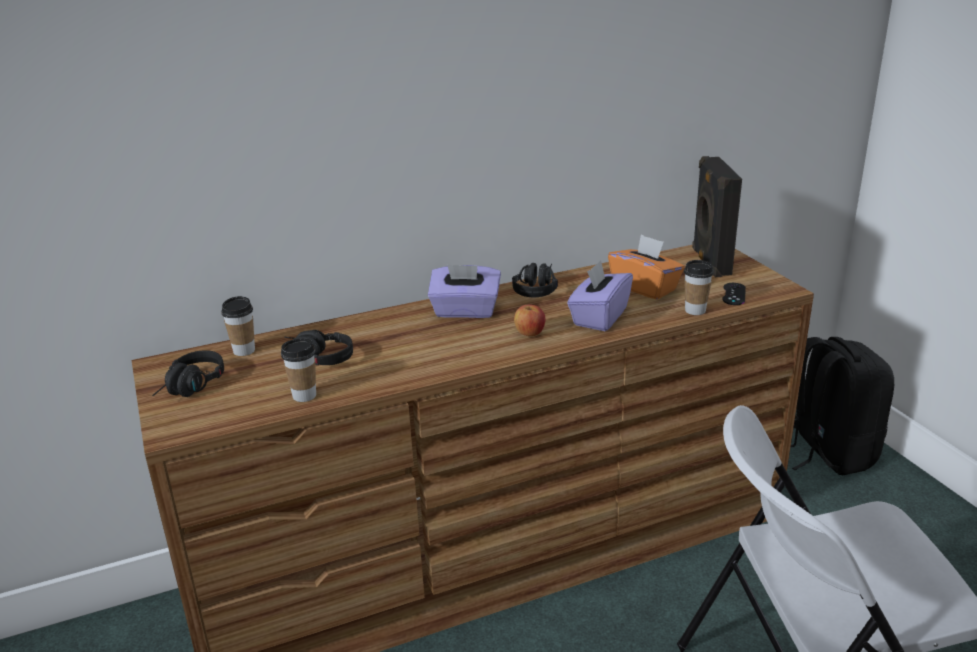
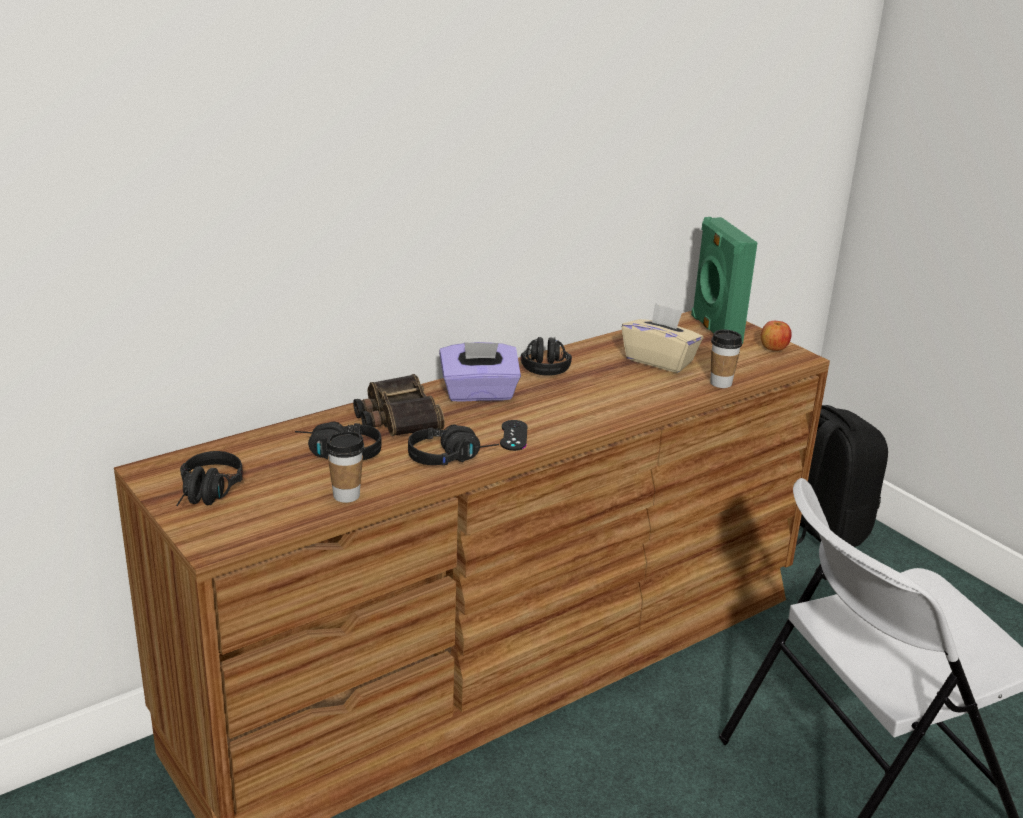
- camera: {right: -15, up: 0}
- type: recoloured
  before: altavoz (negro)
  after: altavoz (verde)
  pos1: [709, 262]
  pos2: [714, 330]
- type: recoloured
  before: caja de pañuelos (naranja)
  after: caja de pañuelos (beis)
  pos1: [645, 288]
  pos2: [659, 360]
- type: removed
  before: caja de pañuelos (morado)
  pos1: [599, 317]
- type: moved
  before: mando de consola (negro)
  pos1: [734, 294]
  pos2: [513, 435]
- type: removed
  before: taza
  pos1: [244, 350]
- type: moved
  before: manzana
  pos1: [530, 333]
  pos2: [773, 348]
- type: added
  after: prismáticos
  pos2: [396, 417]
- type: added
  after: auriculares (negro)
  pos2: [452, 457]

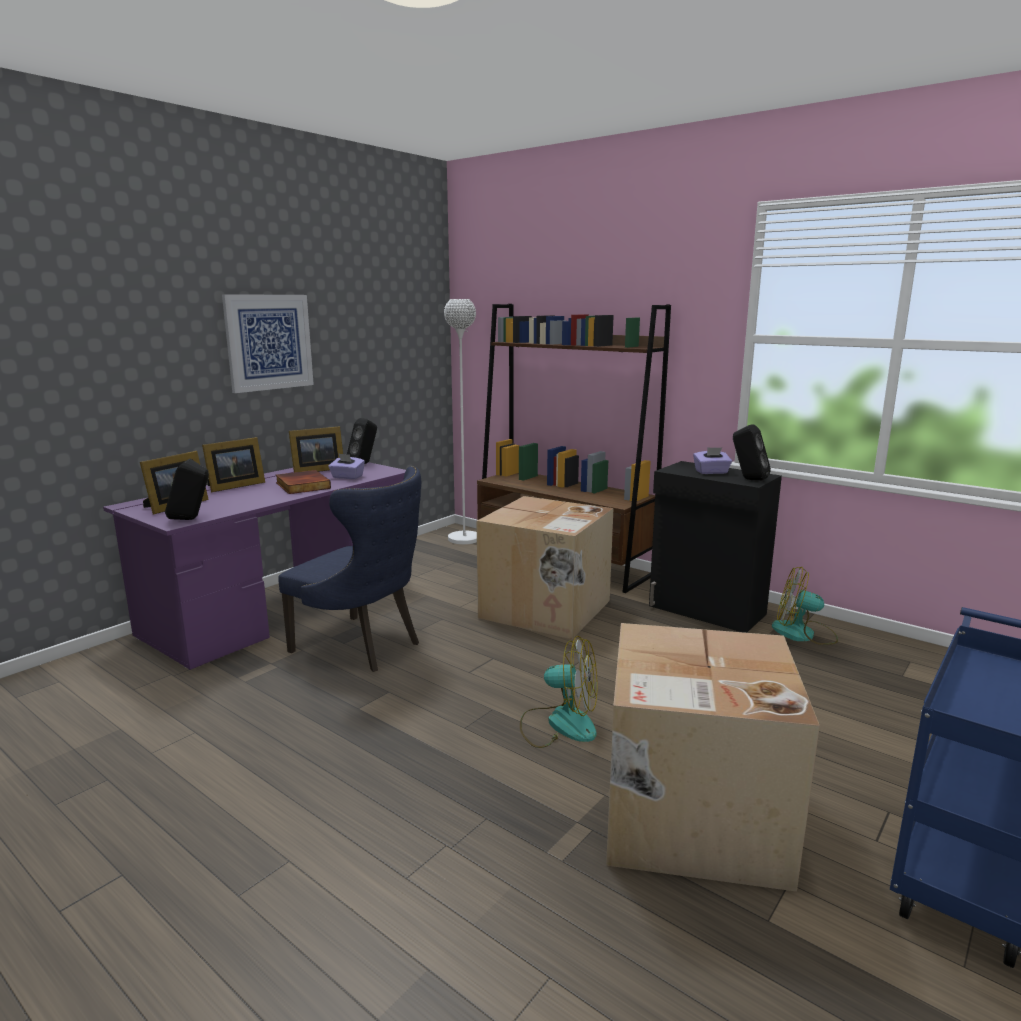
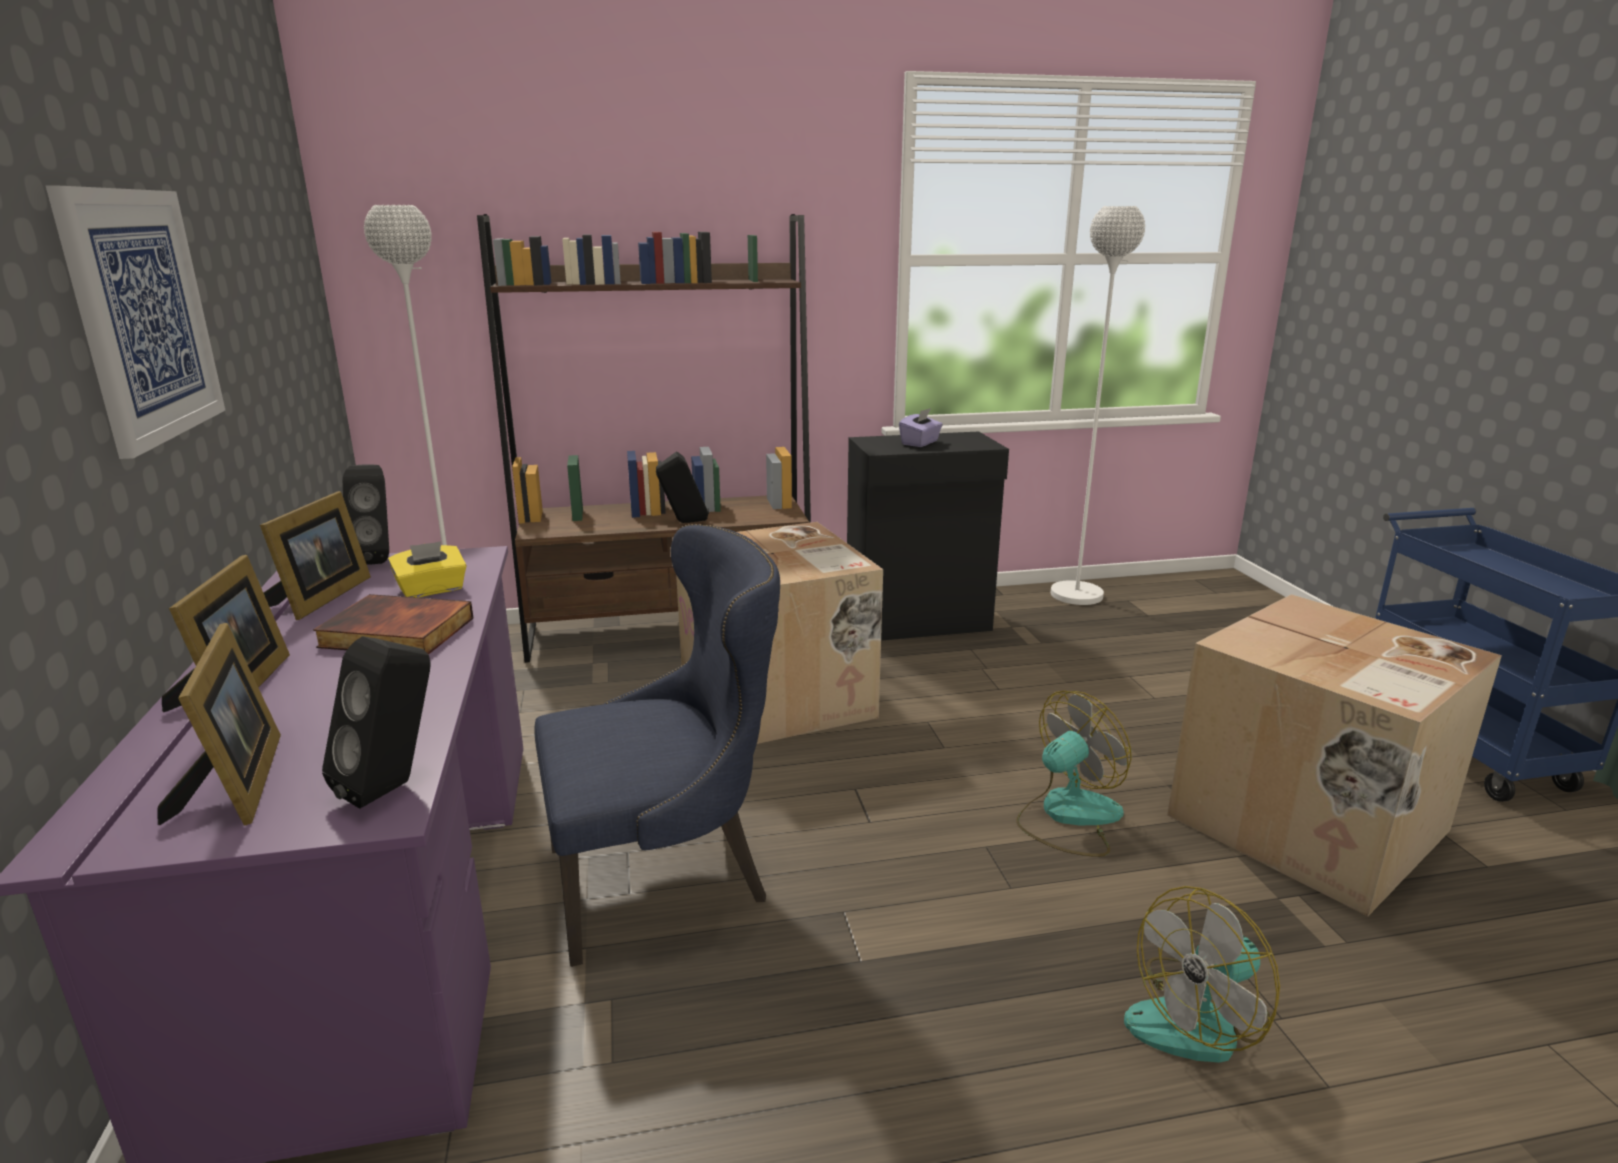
- camera: {right: -50, up: 5}
- type: moved
  before: altavoz (negro)
  pos1: [748, 479]
  pos2: [684, 522]
- type: recoloured
  before: caja de pañuelos (morado)
  after: caja de pañuelos (amarillo)
  pos1: [347, 477]
  pos2: [431, 590]
- type: moved
  before: ventilador
  pos1: [803, 634]
  pos2: [1199, 1021]
- type: added
  after: lámpara de pie (blanco)
  pos2: [1077, 595]

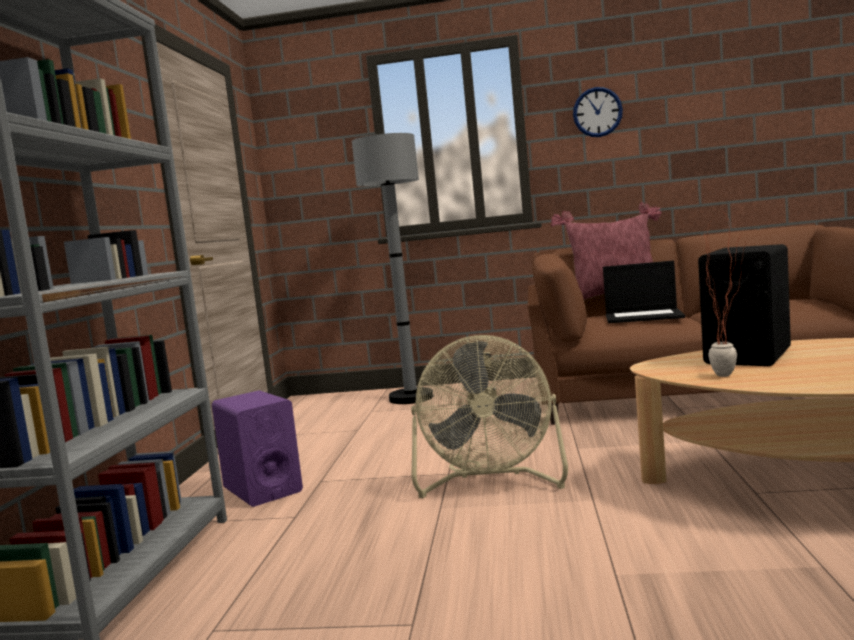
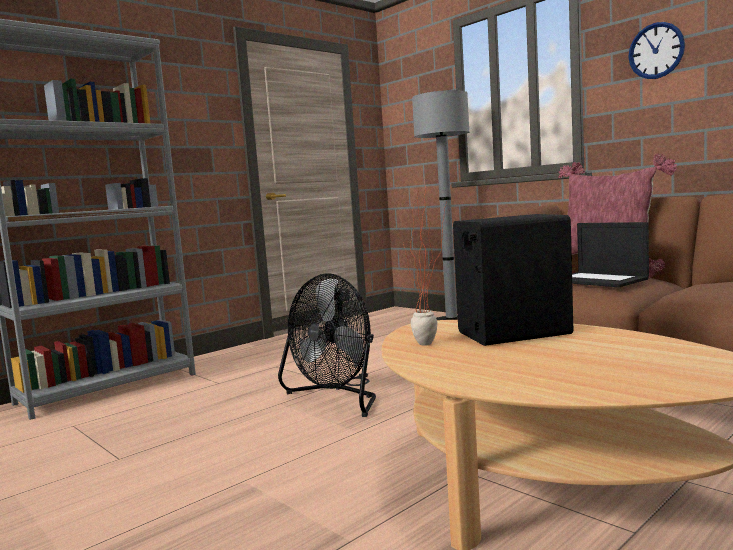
- camera: {right: 40, up: 0}
- type: recoloured
  before: ventilador (beis)
  after: ventilador (negro)
  pos1: [485, 482]
  pos2: [338, 396]
- type: removed
  before: altavoz (morado)
  pos1: [262, 489]

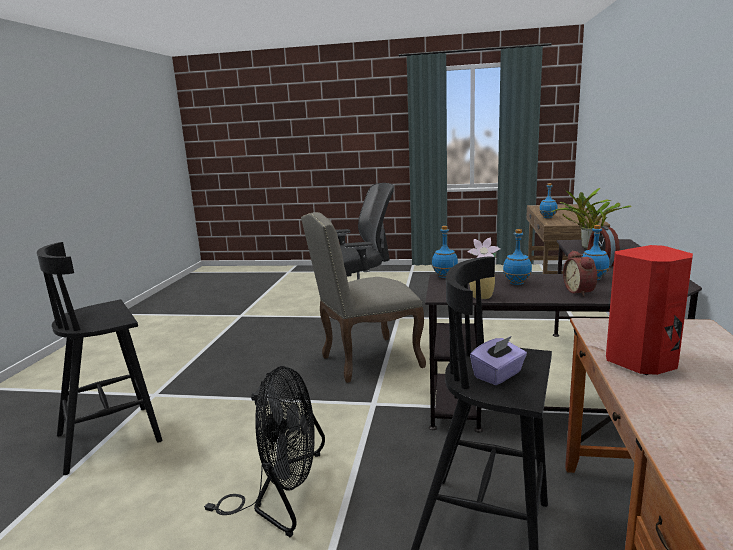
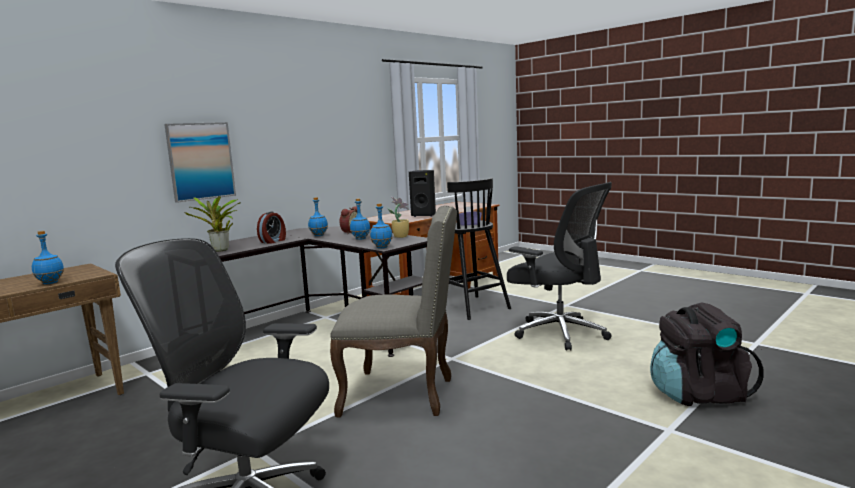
- camera: {right: -145, up: -5}
- type: replaced
  before: taburete (negro)
  after: mochila (negro)
  pos1: [113, 436]
  pos2: [698, 394]
- type: recoloured
  before: altavoz (rojo)
  after: altavoz (negro)
  pos1: [643, 363]
  pos2: [424, 215]
- type: replaced
  before: ventilador (negro)
  after: silla de oficina
  pos1: [280, 493]
  pos2: [558, 333]
- type: added
  after: cuadro
  pos2: [200, 161]

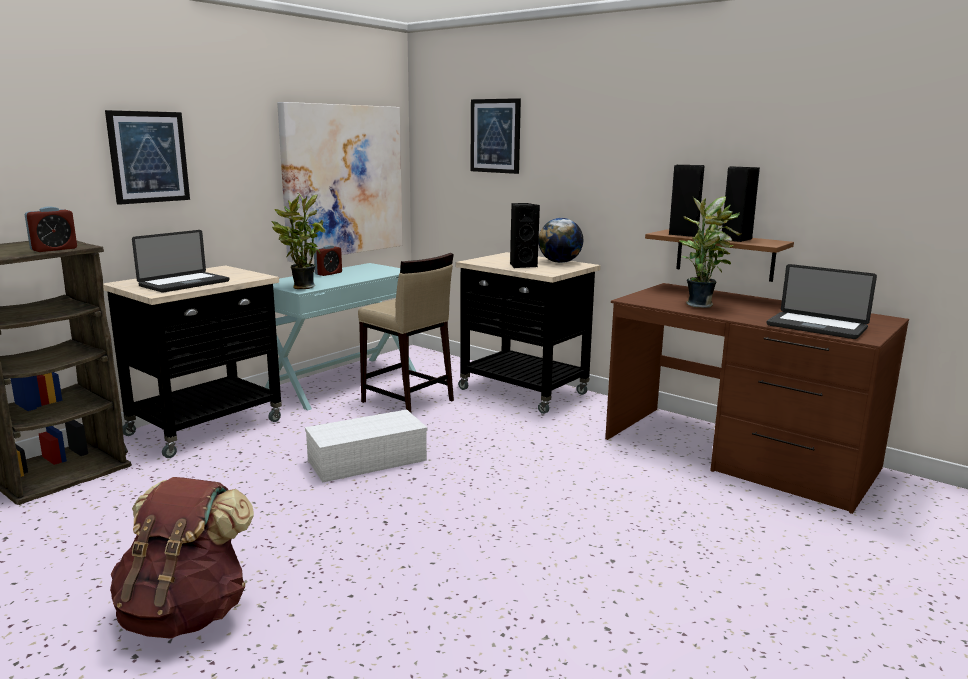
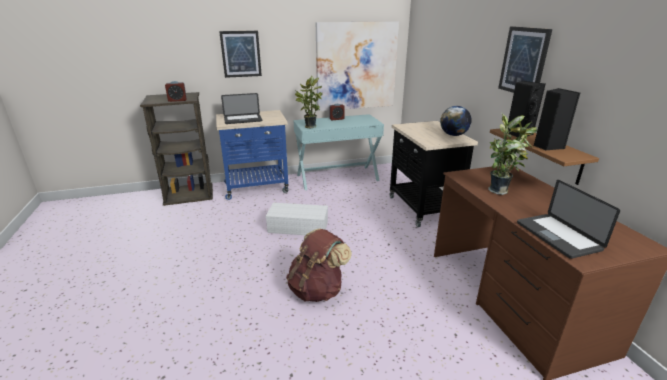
- camera: {right: 35, up: 10}
- type: moved
  before: cuadro
  pos1: [495, 136]
  pos2: [524, 61]
- type: removed
  before: altavoz (negro)
  pos1: [522, 265]
- type: removed
  before: taburete (beis)
  pos1: [407, 401]
- type: recoloured
  before: carrito (negro)
  after: carrito (azul)
  pos1: [206, 427]
  pos2: [257, 187]
- type: moved
  before: mochila (marrón)
  pos1: [186, 613]
  pos2: [317, 289]

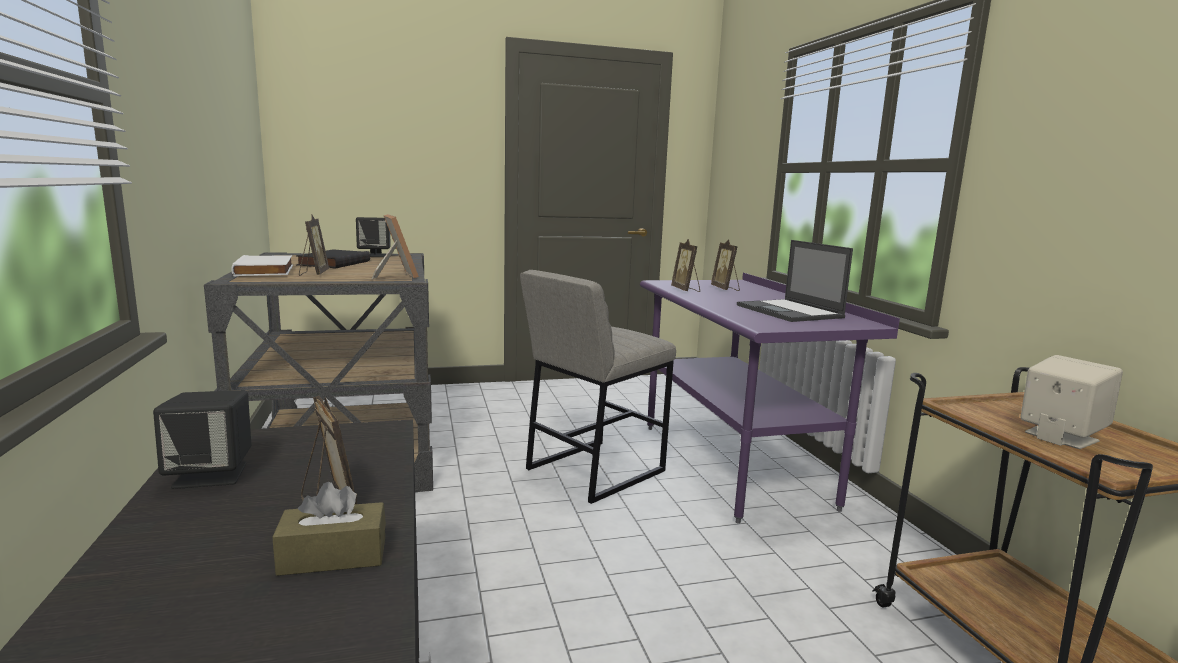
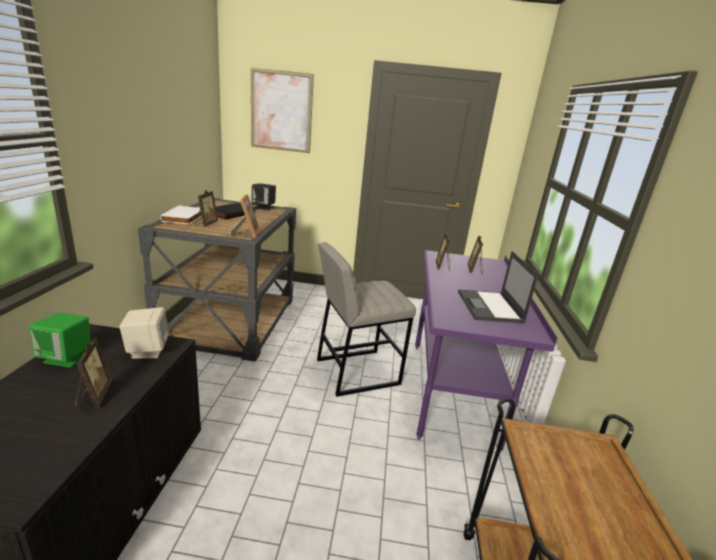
- camera: {right: 20, up: 10}
- type: moved
  before: altavoz (beis)
  pos1: [1059, 436]
  pos2: [147, 350]
- type: recoloured
  before: altavoz (negro)
  after: altavoz (verde)
  pos1: [212, 475]
  pos2: [67, 358]
- type: removed
  before: caja de pañuelos (marrón)
  pos1: [333, 556]
- type: added
  after: cuadro
  pos2: [281, 111]

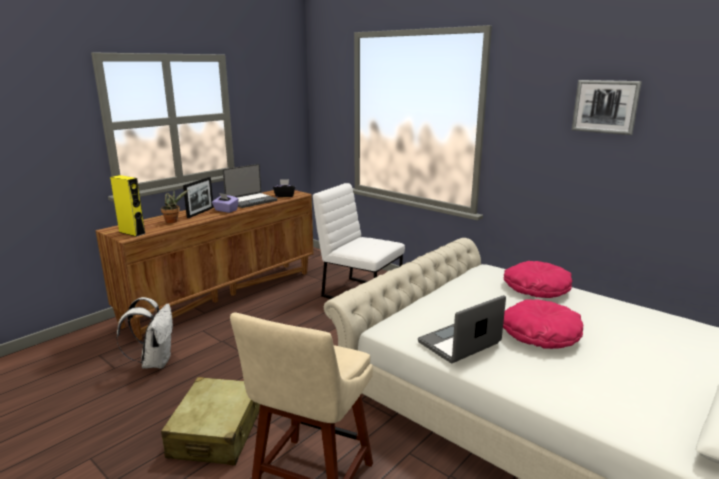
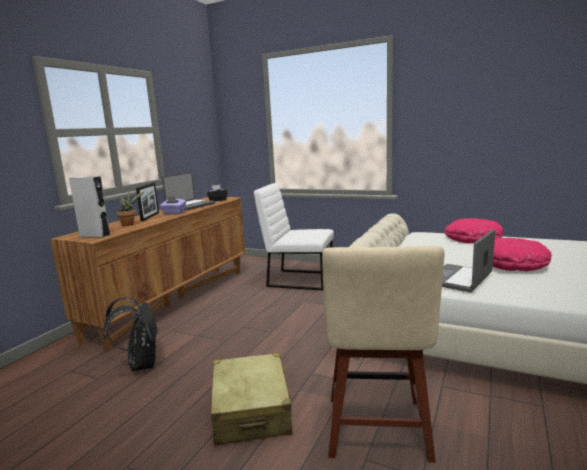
- camera: {right: -15, up: -5}
- type: removed
  before: cuadro
  pos1: [605, 106]
- type: recoloured
  before: altavoz (amarillo)
  after: altavoz (gris)
  pos1: [132, 233]
  pos2: [95, 235]
- type: recoloured
  before: mochila (blanco)
  after: mochila (negro)
  pos1: [155, 362]
  pos2: [140, 364]

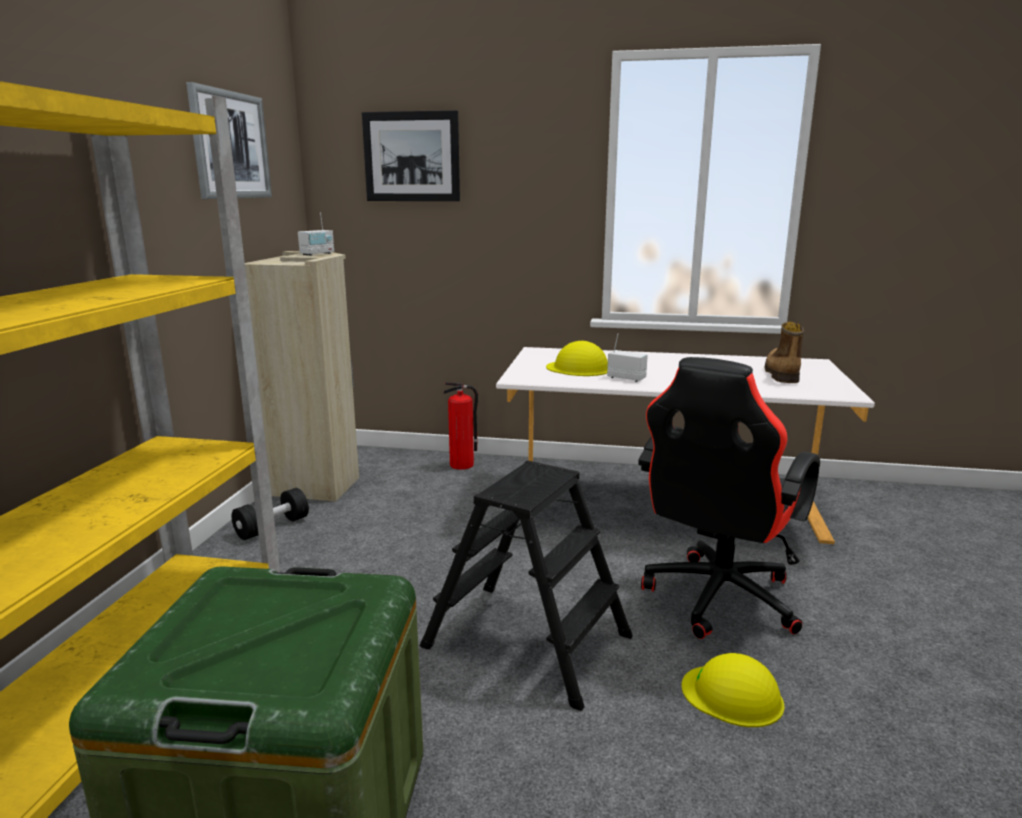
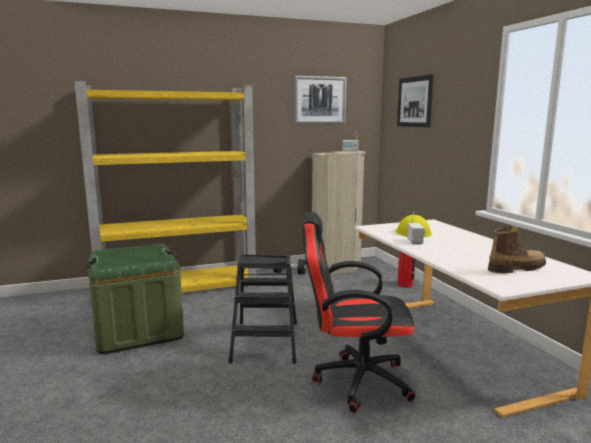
- camera: {right: 60, up: -5}
- type: removed
  before: casco (amarillo)
  pos1: [732, 695]

